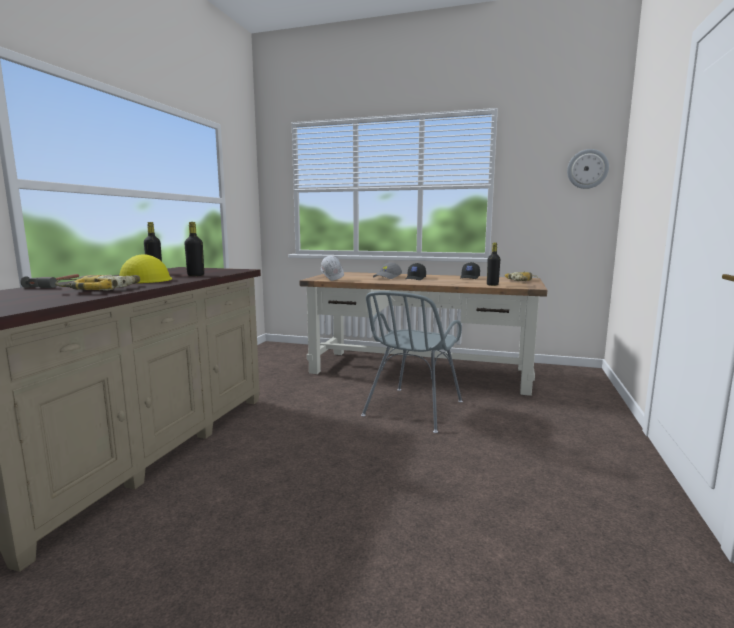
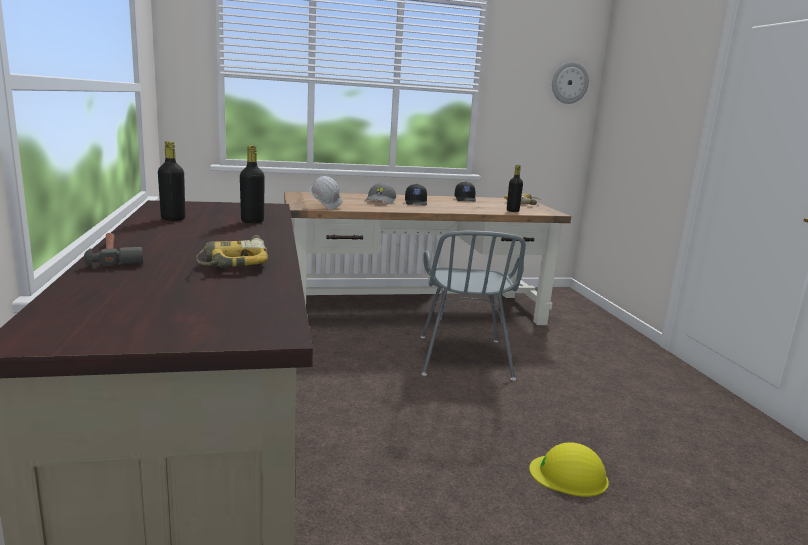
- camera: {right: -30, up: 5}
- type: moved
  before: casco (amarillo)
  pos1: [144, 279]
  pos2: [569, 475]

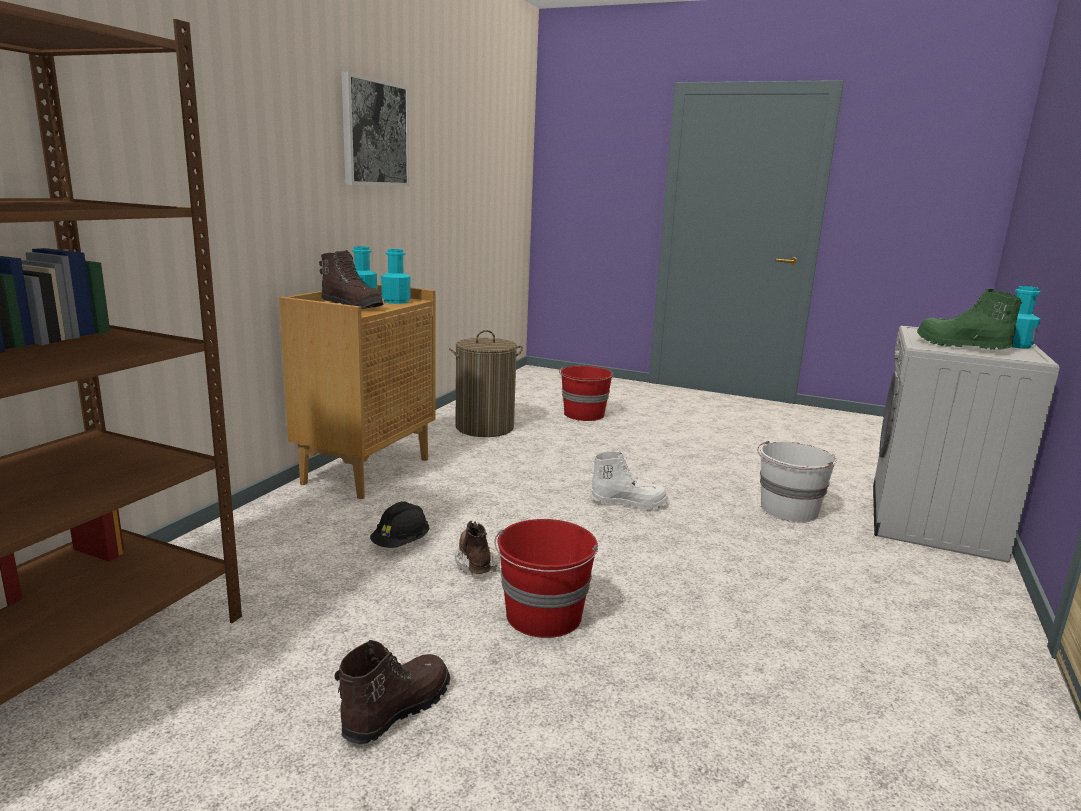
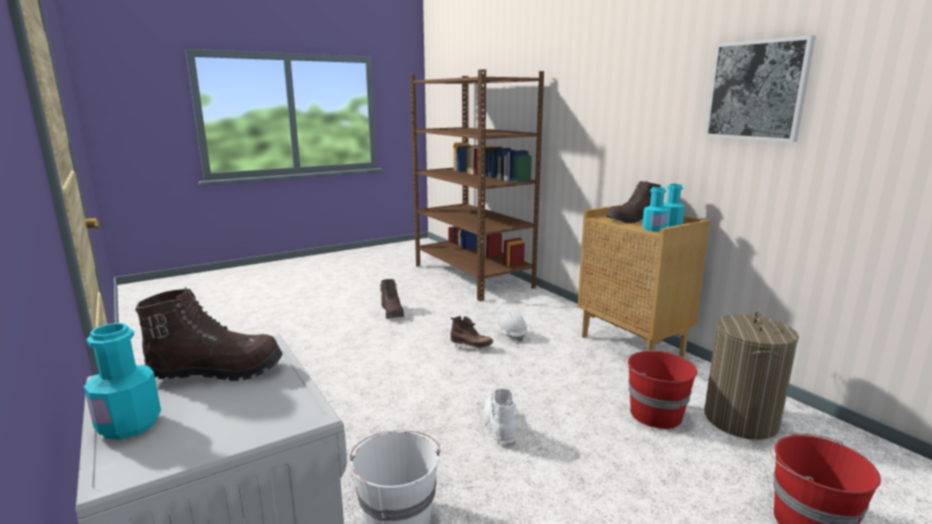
- camera: {right: 125, up: 0}
- type: recoloured
  before: bota (verde)
  after: bota (marrón)
  pos1: [961, 346]
  pos2: [217, 371]
- type: turned
  before: bota (blanco)
  pos1: [628, 503]
  pos2: [498, 426]
  turn: 135
- type: recoloured
  before: casco (negro)
  after: casco (blanco)
  pos1: [401, 544]
  pos2: [511, 335]
- type: moved
  before: cubo (rojo)
  pos1: [543, 616]
  pos2: [654, 413]

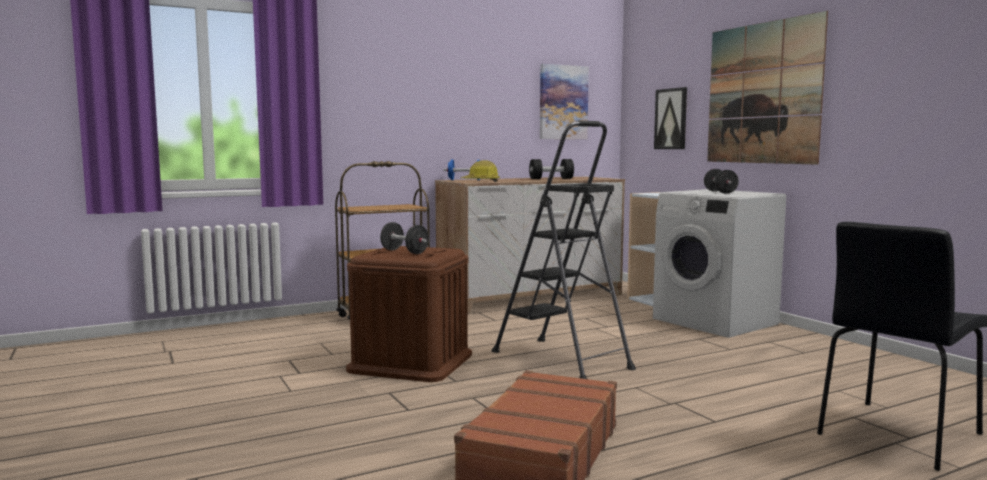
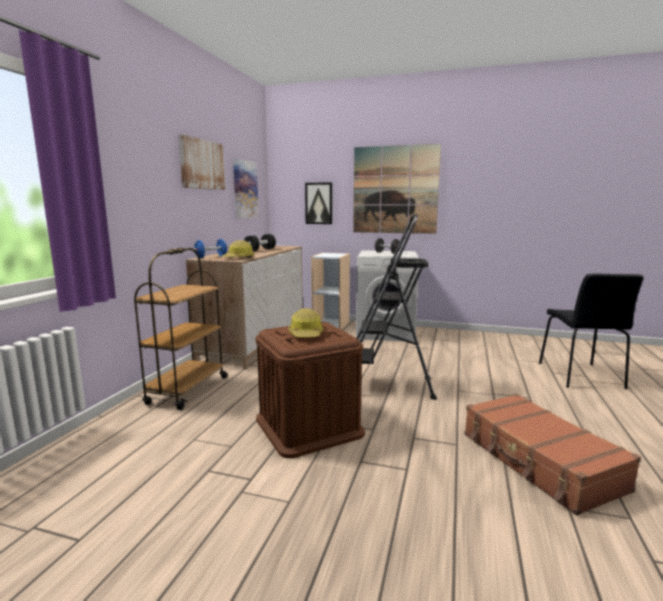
- camera: {right: -45, up: 5}
- type: replaced
  before: mancuerna (negro)
  after: casco
  pos1: [404, 252]
  pos2: [306, 334]
- type: added
  after: cuadro
  pos2: [202, 164]

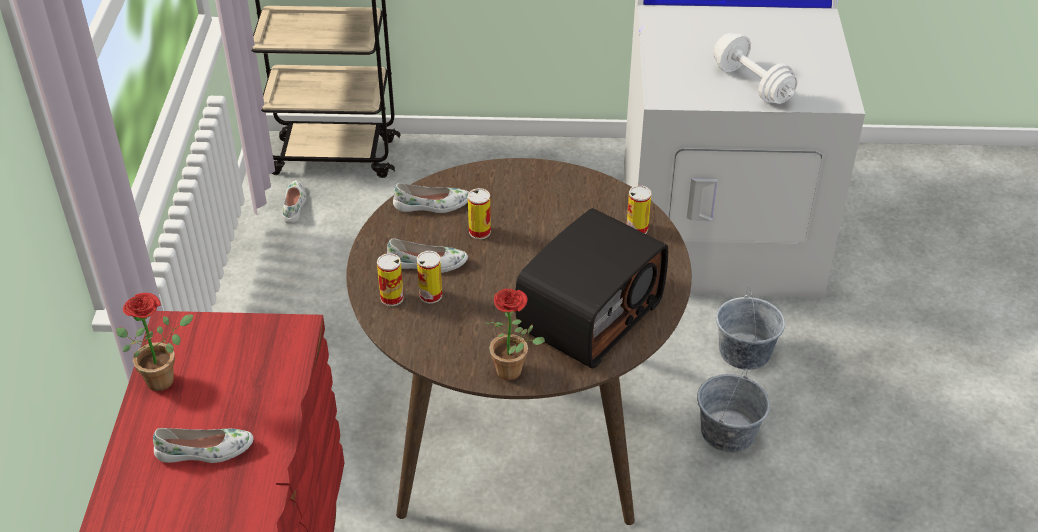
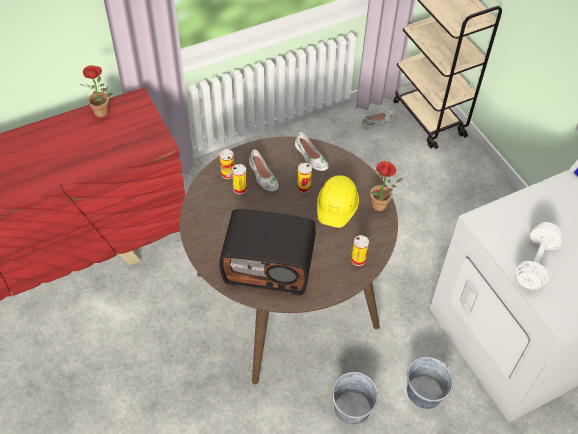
- camera: {right: 60, up: 10}
- type: moved
  before: planta en maceta
  pos1: [514, 372]
  pos2: [380, 208]
- type: removed
  before: zapato (blanco)
  pos1: [205, 451]
- type: added
  after: casco (amarillo)
  pos2: [337, 204]

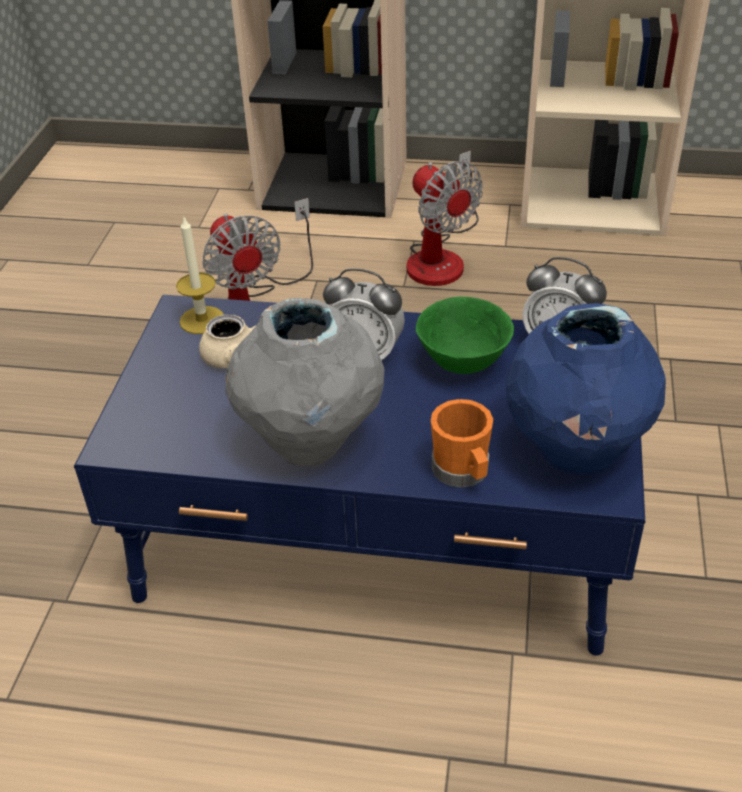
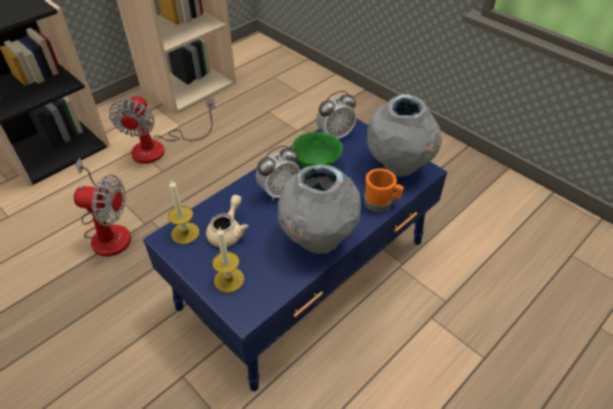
- camera: {right: -55, up: 5}
- type: turned
  before: ventilador
  pos1: [441, 256]
  pos2: [160, 147]
  turn: 90
- type: recoloured
  before: florero (azul)
  after: florero (gris)
  pos1: [576, 452]
  pos2: [398, 166]
- type: added
  after: vela
  pos2: [229, 279]

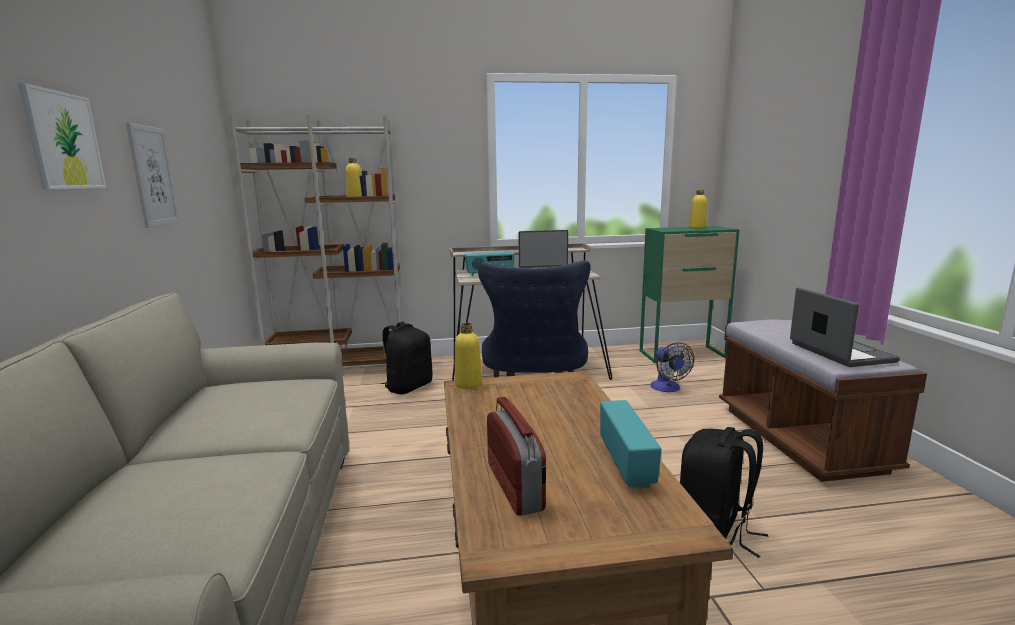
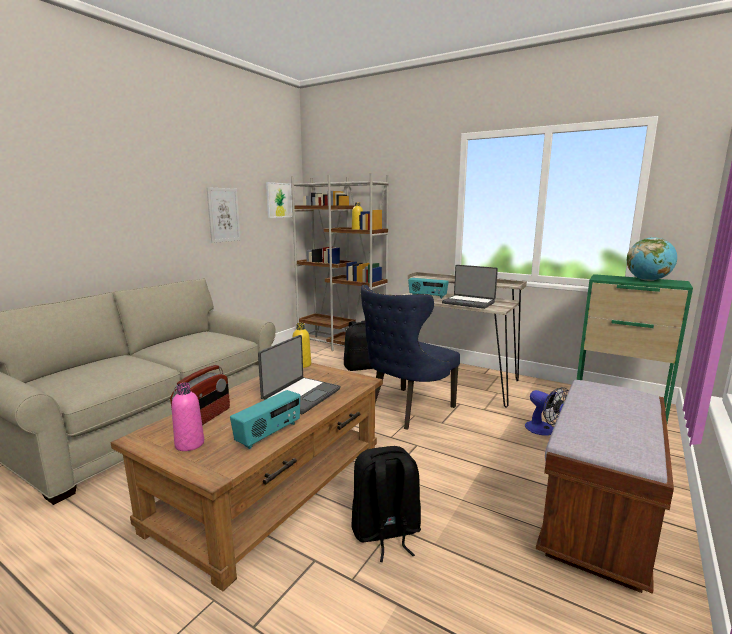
- camera: {right: 40, up: 0}
- type: moved
  before: cuadro
  pos1: [63, 140]
  pos2: [278, 200]
- type: replaced
  before: botella (amarillo)
  after: globo terráqueo
  pos1: [697, 228]
  pos2: [647, 280]
- type: moved
  before: portátil
  pos1: [839, 352]
  pos2: [301, 396]
- type: turned
  before: ventilador
  pos1: [667, 388]
  pos2: [544, 430]
  turn: -60
- type: added
  after: botella (rosa)
  pos2: [189, 444]

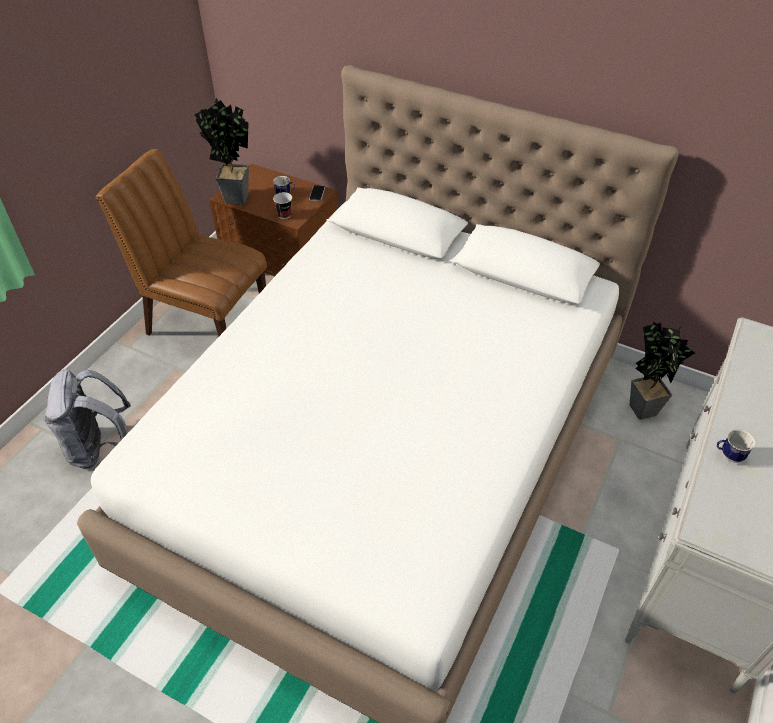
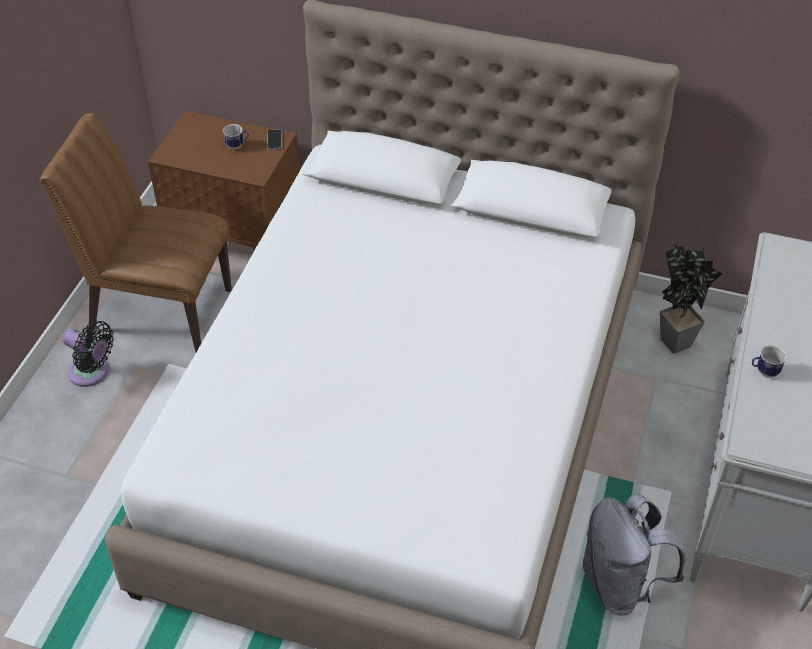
- camera: {right: -10, up: 0}
- type: removed
  before: planta en maceta
  pos1: [233, 197]
- type: removed
  before: taza
  pos1: [284, 215]
- type: moved
  before: mochila (gris)
  pos1: [99, 447]
  pos2: [621, 584]
- type: added
  after: ventilador (negro)
  pos2: [92, 373]

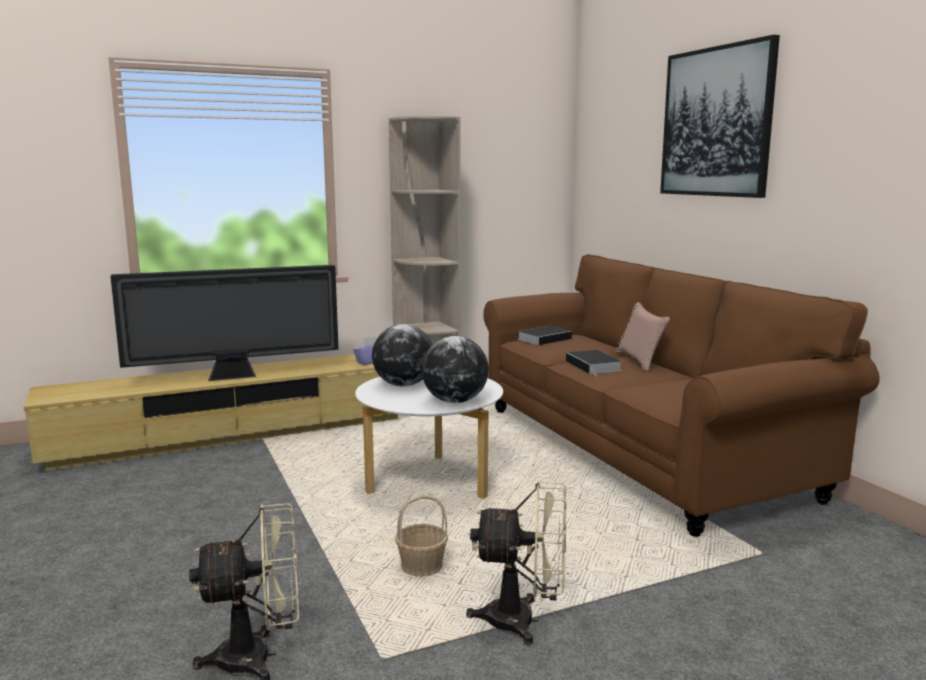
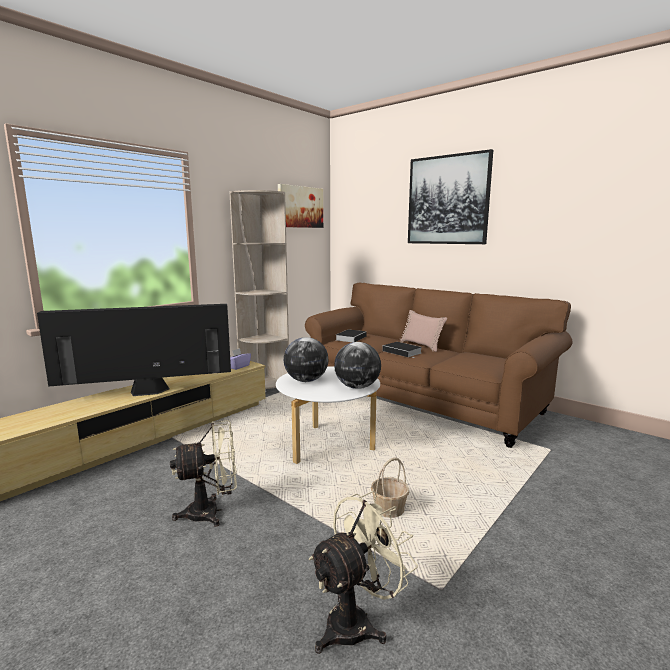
- camera: {right: -25, up: 0}
- type: turned
  before: televisor
  pos1: [235, 377]
  pos2: [146, 392]
  turn: -150
- type: moved
  before: ventilador (beis)
  pos1: [523, 621]
  pos2: [211, 512]
- type: added
  after: cuadro
  pos2: [300, 207]

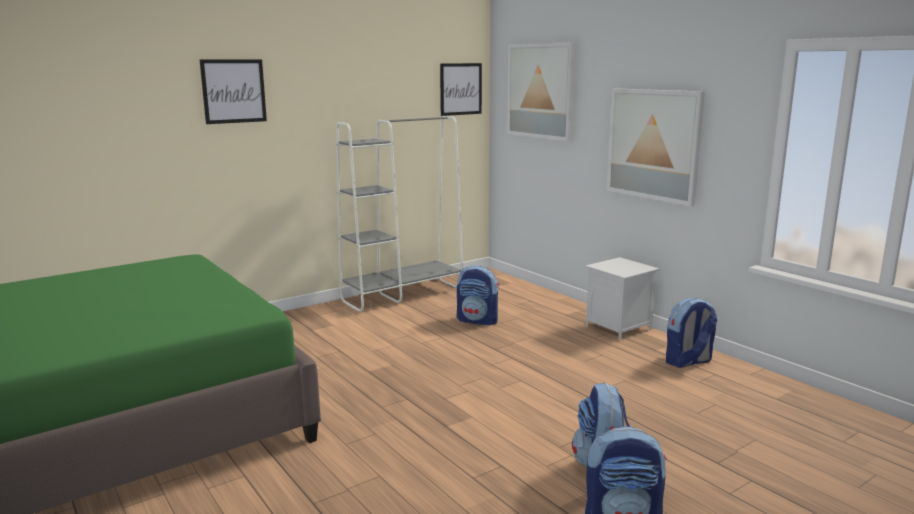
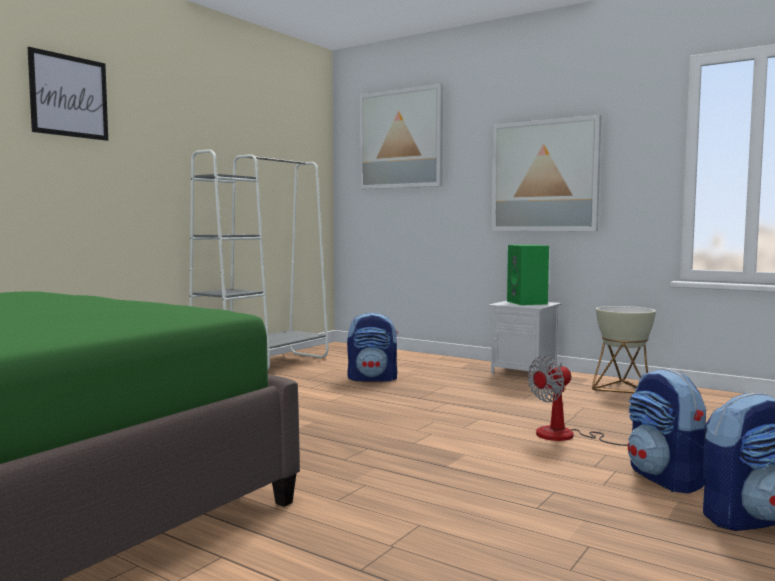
- camera: {right: -20, up: -10}
- type: removed
  before: cuadro
  pos1: [460, 89]
- type: replaced
  before: mochila
  after: maceta
  pos1: [688, 362]
  pos2: [622, 389]
- type: added
  after: altavoz (verde)
  pos2: [528, 303]
- type: added
  after: ventilador
  pos2: [569, 436]

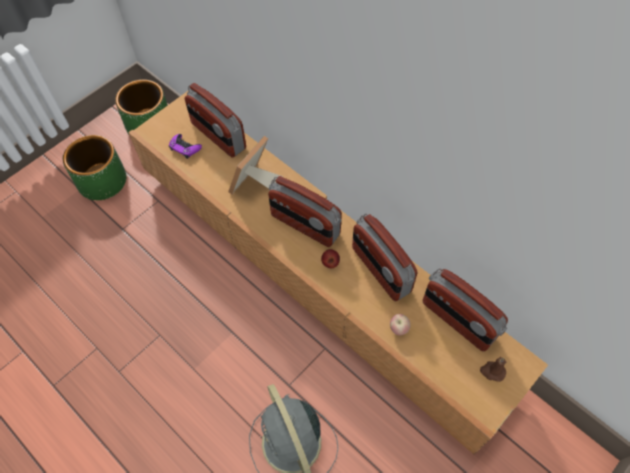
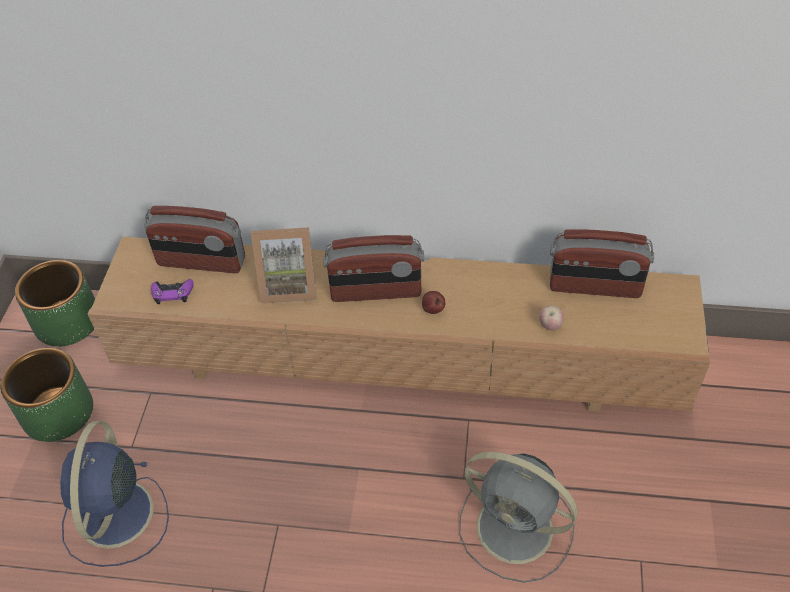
- camera: {right: -35, up: -10}
- type: turned
  before: portarretratos
  pos1: [255, 185]
  pos2: [288, 285]
  turn: -90
- type: removed
  before: radio
  pos1: [380, 270]
- type: removed
  before: vela (marrón)
  pos1: [492, 371]
- type: added
  after: ventilador (azul)
  pos2: [115, 517]

